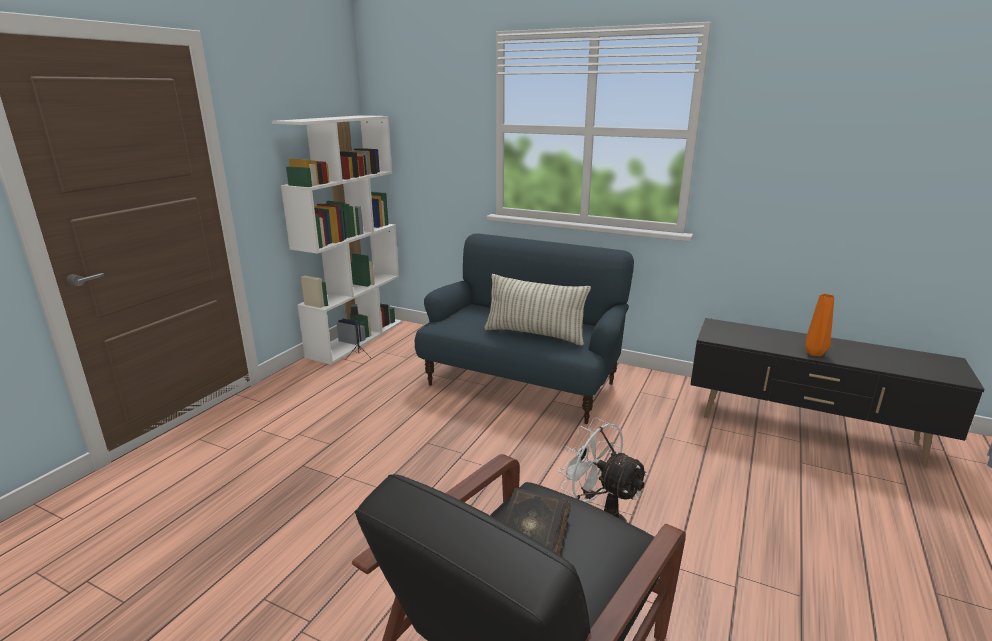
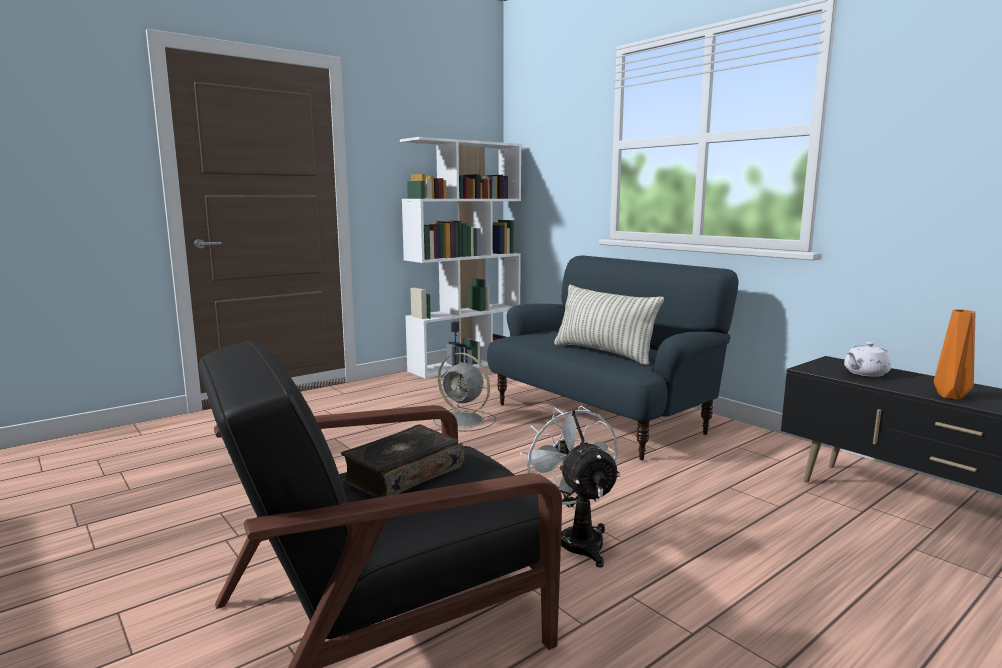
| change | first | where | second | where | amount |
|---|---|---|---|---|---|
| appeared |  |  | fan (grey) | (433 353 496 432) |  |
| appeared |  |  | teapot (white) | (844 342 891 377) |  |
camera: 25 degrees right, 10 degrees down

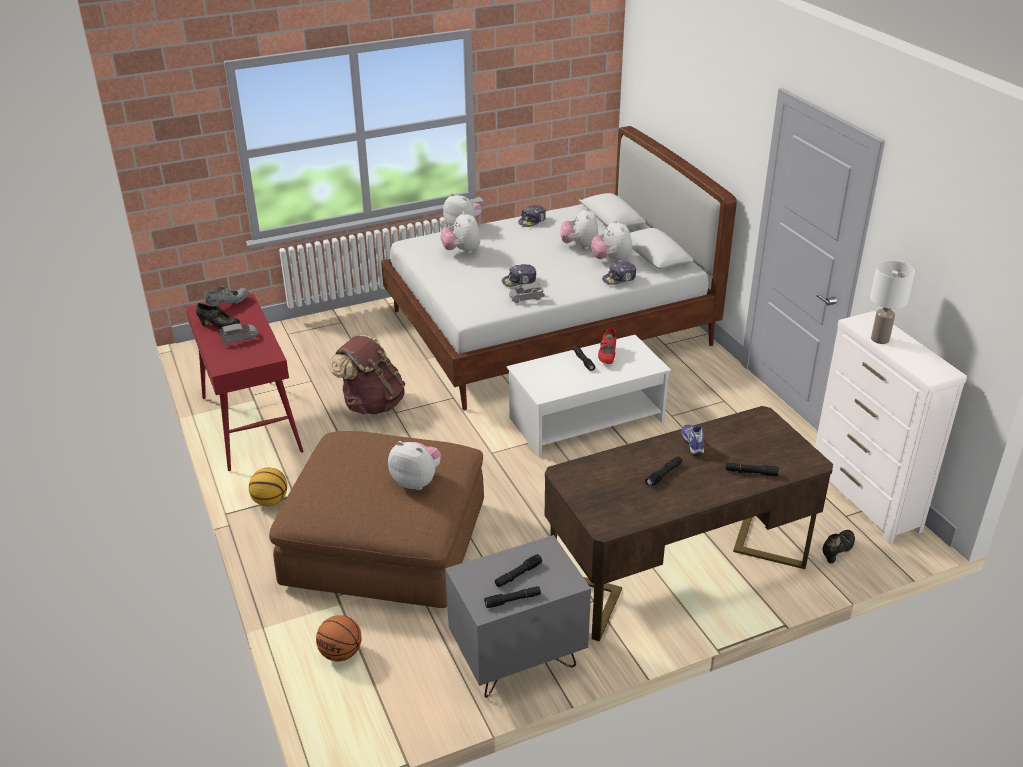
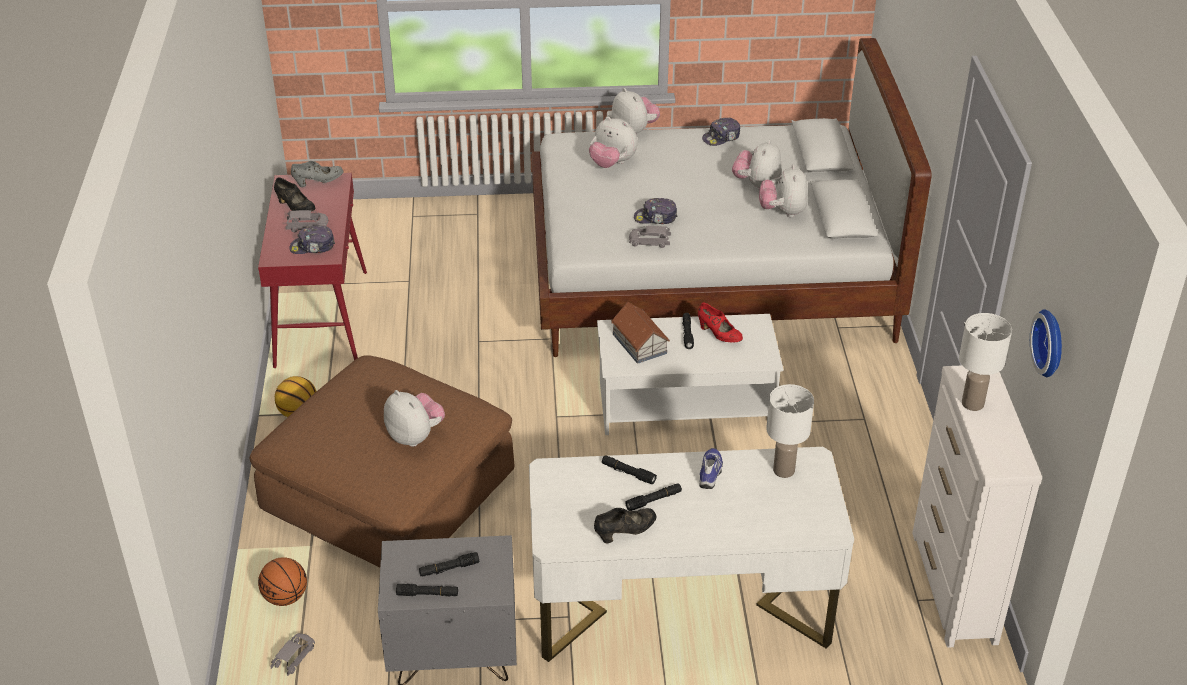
| change | first | where | second | where | amount |
|---|---|---|---|---|---|
| missing | backpack (brown) | (329 335 405 414) |  |  |  |
| spun | plush toy | (441 211 481 254) |  | (589 117 638 168) | 60 degrees counterclockwise |
| colour | desk (brown) | (545 406 833 641) | desk (white) | (529 447 854 662) |  |
| spun | shoe (red) | (598 328 616 364) |  | (698 303 743 342) | 75 degrees counterclockwise |
| relocated | cap | (602 262 636 285) |  | (289 226 335 254) |  |
| relocated | flashlight (black) | (726 463 779 476) |  | (602 456 657 484) |  |
| relocated | shoe (black) | (823 530 855 563) |  | (594 508 656 544) |  |
| appeared |  |  | toy car (grey) | (271 633 315 676) |  |
| appeared |  |  | toy house | (611 302 670 364) |  |
| appeared |  |  | table lamp (white) | (766 384 814 478) |  |
| appeared |  |  | wall clock | (1030 310 1062 377) |  |
camera: 20 degrees right, 5 degrees up

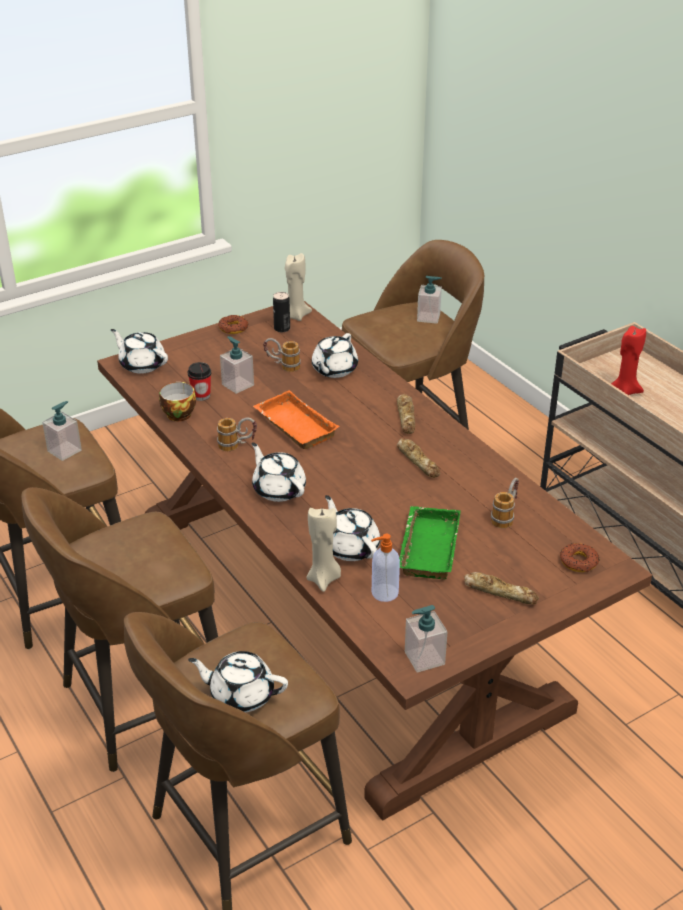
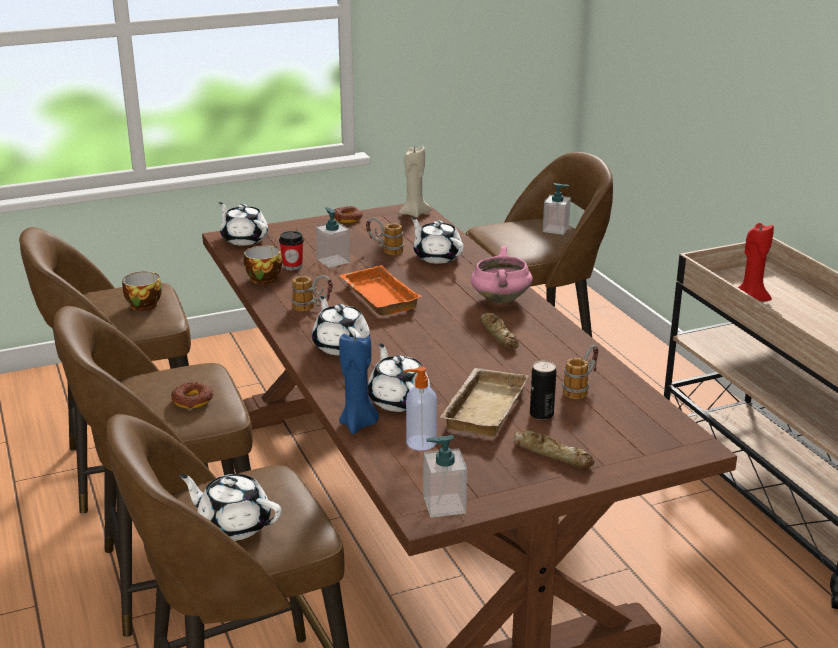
| change | first | where | second | where | amount |
|---|---|---|---|---|---|
| exchanged | soap dispenser | (42 401 82 461) | cup | (122 271 162 311) |  |
| relocated | can | (273 292 290 332) |  | (530 361 556 420) |  |
| colour | candle (beige) | (306 508 341 592) | candle (blue) | (339 334 379 434) |  |
| spun | teapot (white) | (312 333 358 378) |  | (411 217 464 264) | 105 degrees clockwise |
| exchanged | bread | (396 394 415 434) | cooking pot (pink) | (471 246 533 303) |  |
| colour | tray (green) | (399 506 461 579) | tray (beige) | (440 368 528 437) |  |
| relocated | donut | (560 543 599 572) |  | (171 382 213 409) |  |
camera: 10 degrees right, 10 degrees down

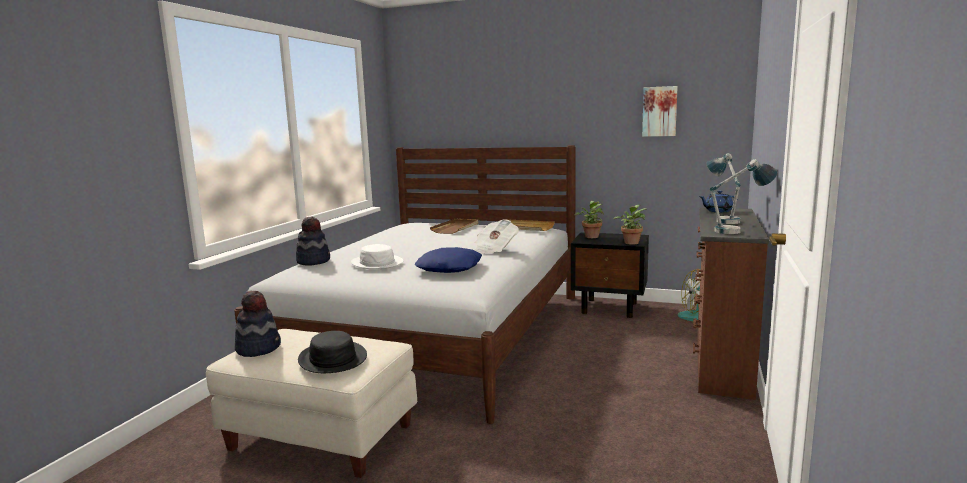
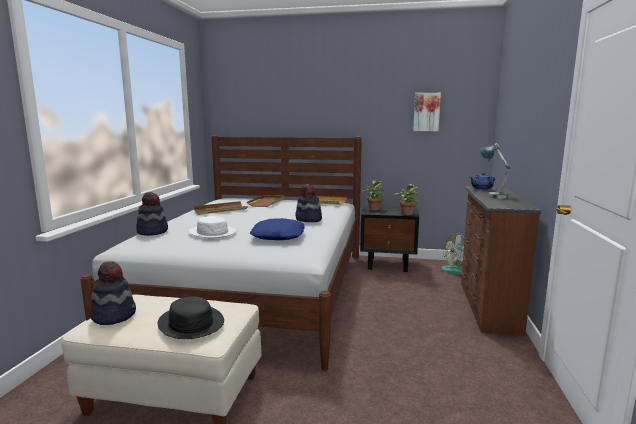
| change | first | where | second | where | amount |
|---|---|---|---|---|---|
| exchanged | newspaper | (475 219 519 254) | hat | (295 184 322 222) |  |
| missing | table lamp | (710 159 777 234) |  |  |  |
| appeared |  |  | tray (brown) | (193 201 248 215) |  |
camera: 10 degrees left, 0 degrees up

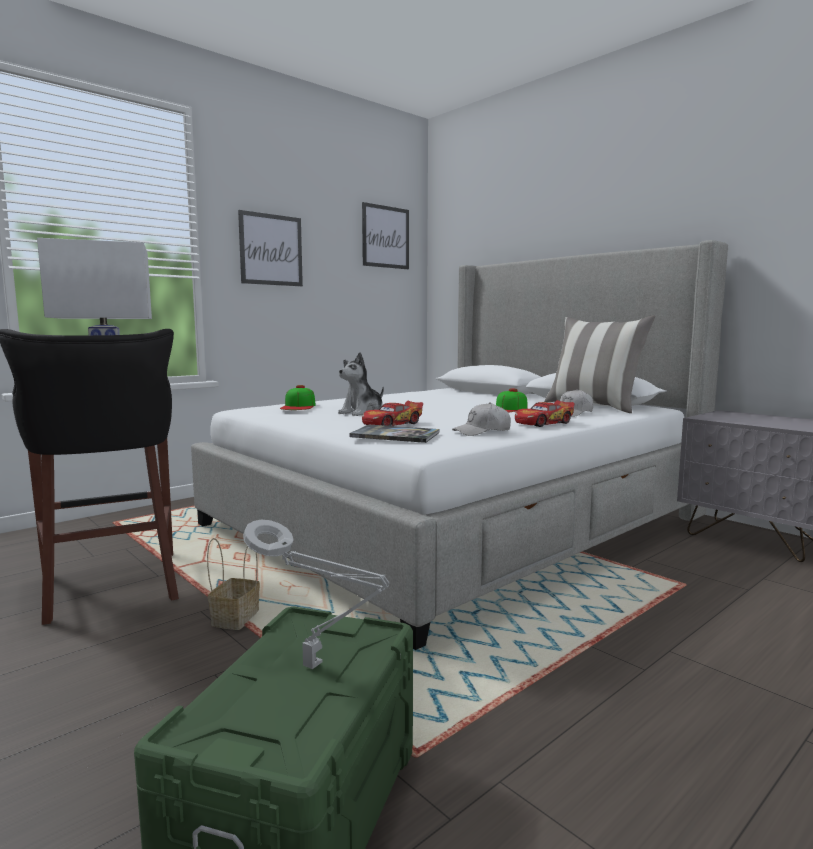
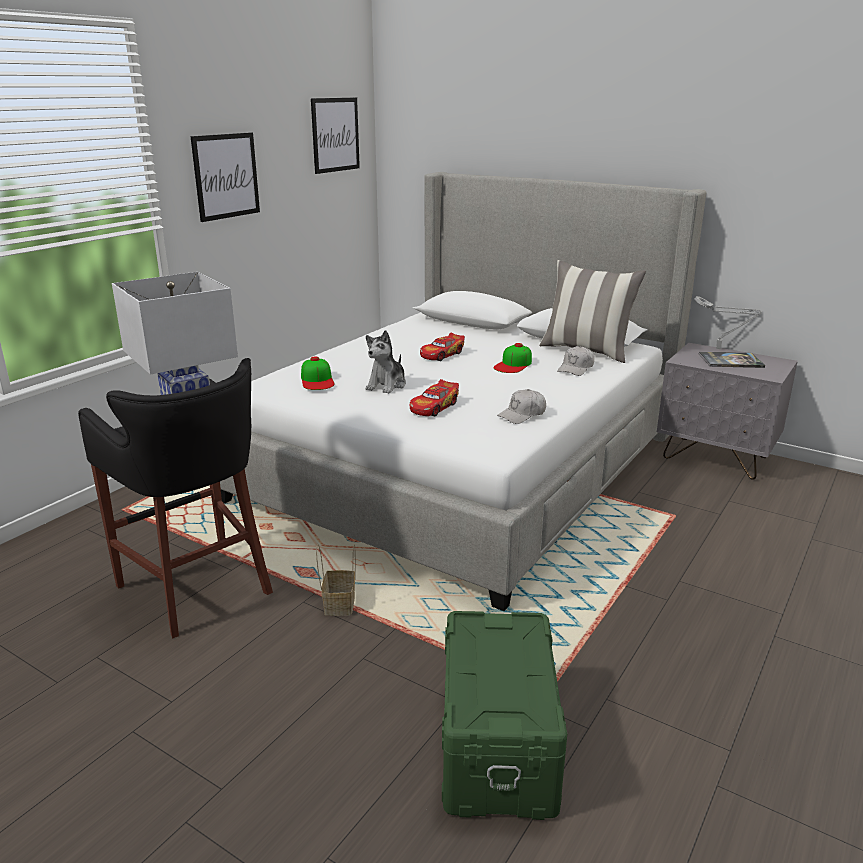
| change | first | where | second | where | amount |
|---|---|---|---|---|---|
| relocated | table lamp (grey) | (243 520 389 669) |  | (695 296 762 349) |  |
| relocated | book | (349 425 439 443) |  | (699 352 765 368) |  |
| relocated | toy car | (515 400 575 427) |  | (420 333 465 361) |  |
camera: 15 degrees left, 15 degrees up

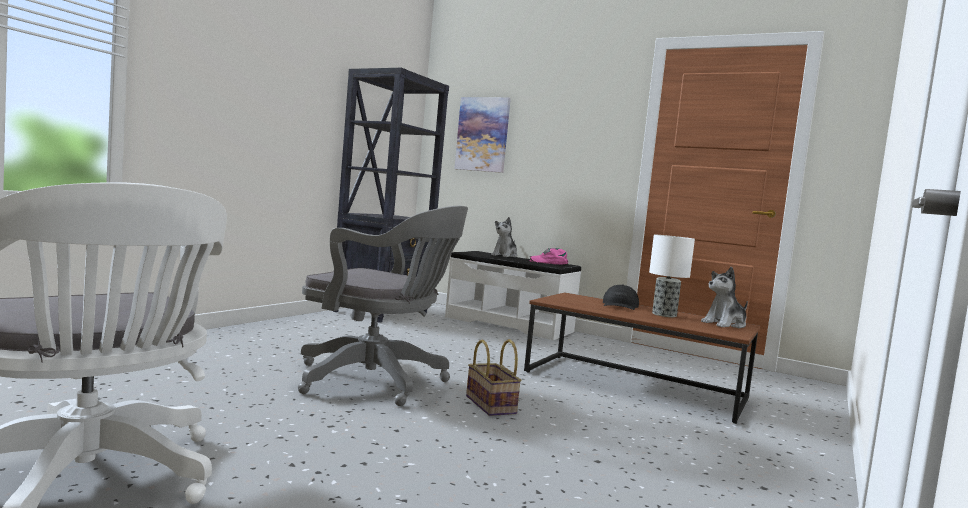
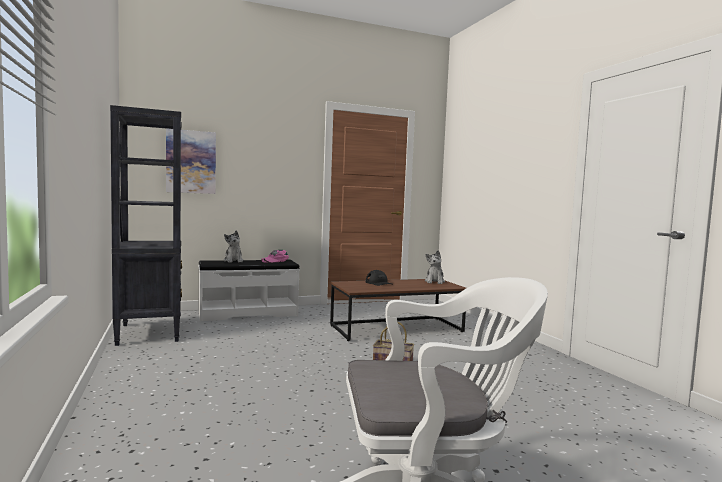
| change | first | where | second | where | amount |
|---|---|---|---|---|---|
| missing | office chair (grey) | (298 206 468 406) |  |  |  |
| missing | table lamp | (649 234 695 317) |  |  |  |
camera: 50 degrees left, 0 degrees up

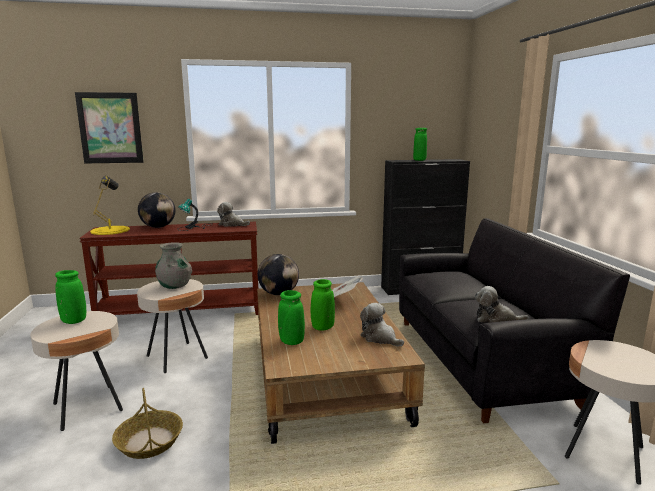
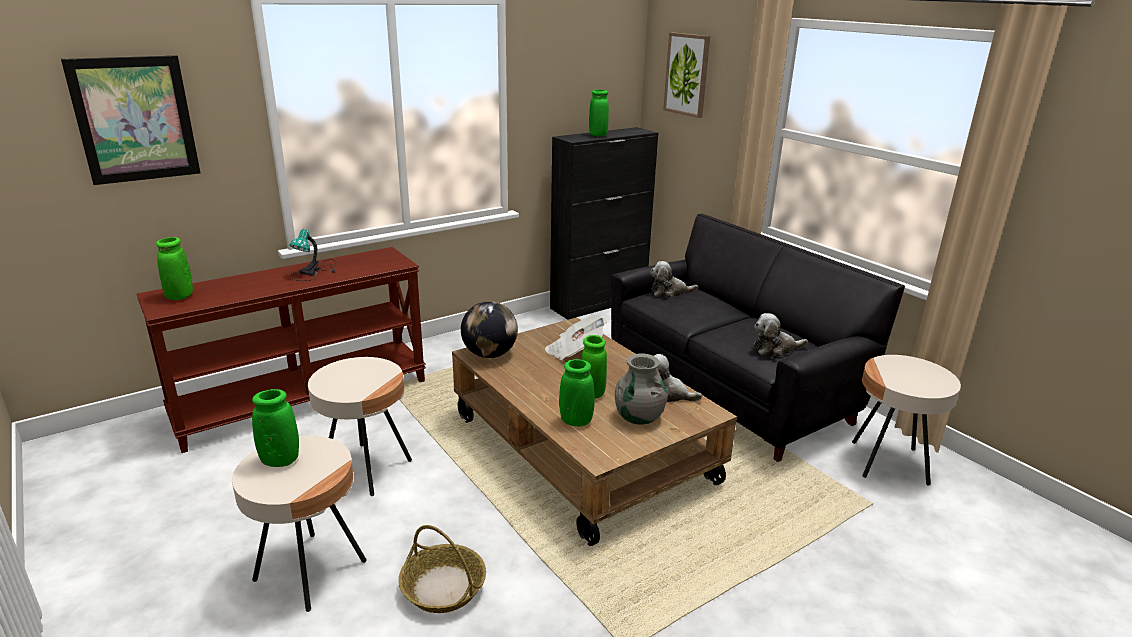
| change | first | where | second | where | amount |
|---|---|---|---|---|---|
| exchanged | table lamp (yellow) | (90 176 130 235) | vase (green) | (156 237 193 300) |  |
| missing | globe | (138 192 175 228) |  |  |  |
| relocated | vase (grey) | (155 242 192 289) |  | (615 353 668 425) |  |
| relocated | plush toy | (217 202 250 227) |  | (650 261 698 298) |  |
| appeared |  |  | picture | (663 32 710 118) |  |
camera: 25 degrees left, 10 degrees up

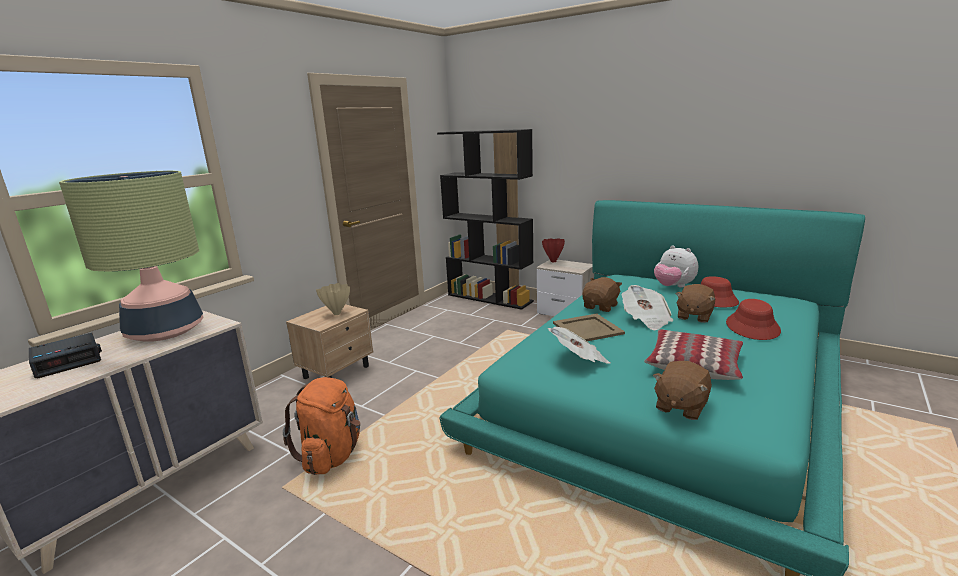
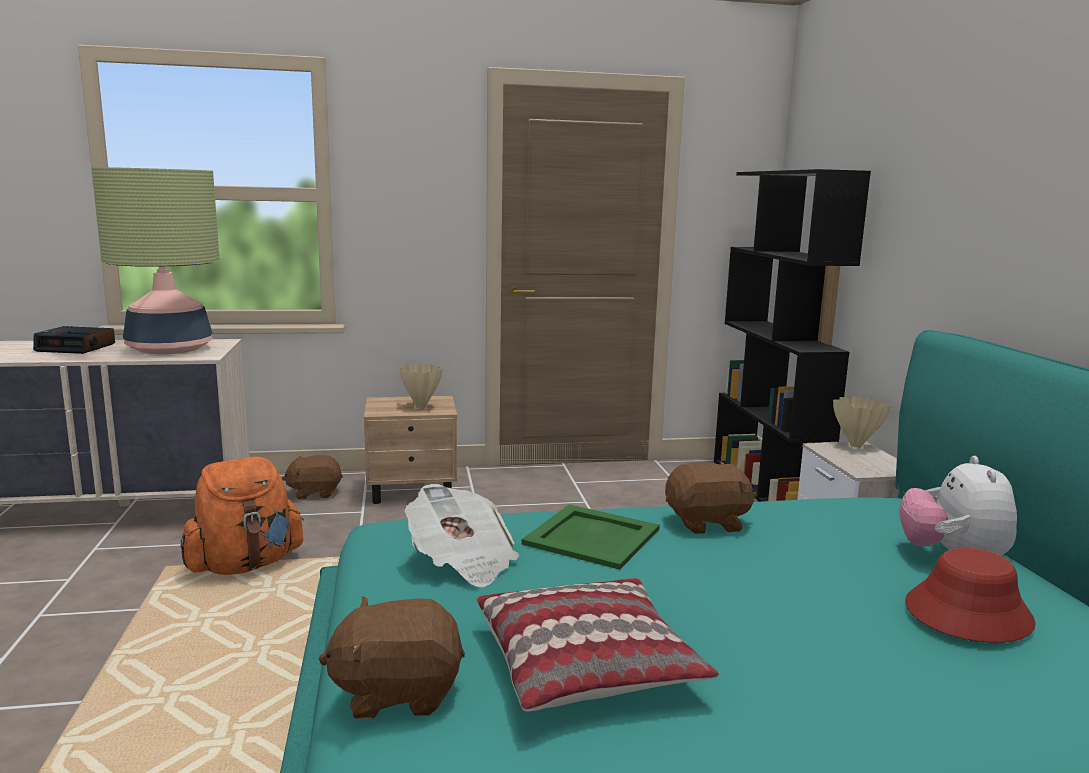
| change | first | where | second | where | amount |
|---|---|---|---|---|---|
| colour | vase (red) | (542 238 565 262) | vase (beige) | (833 396 891 448) |  |
| colour | tray (beige) | (553 314 625 341) | tray (green) | (522 504 660 570) |  |
| missing | newspaper | (622 285 673 330) |  |  |  |
| relocated | plush toy (brown) | (676 284 715 323) |  | (282 455 343 499) |  |
| missing | hat (red) | (726 299 781 340) |  |  |  |
camera: 45 degrees right, 5 degrees down

